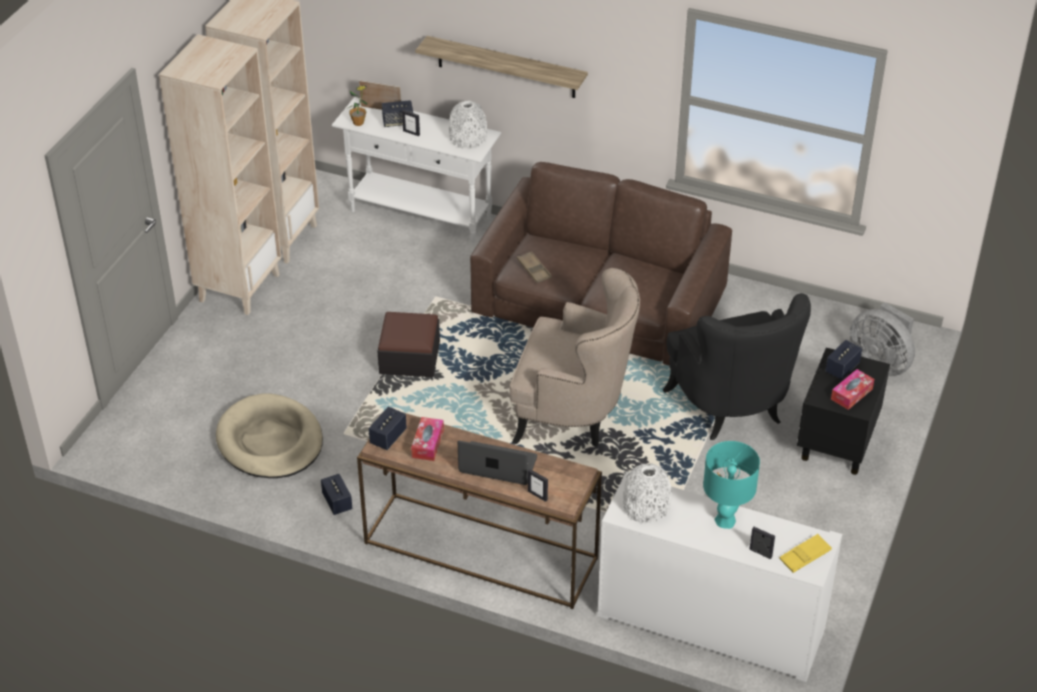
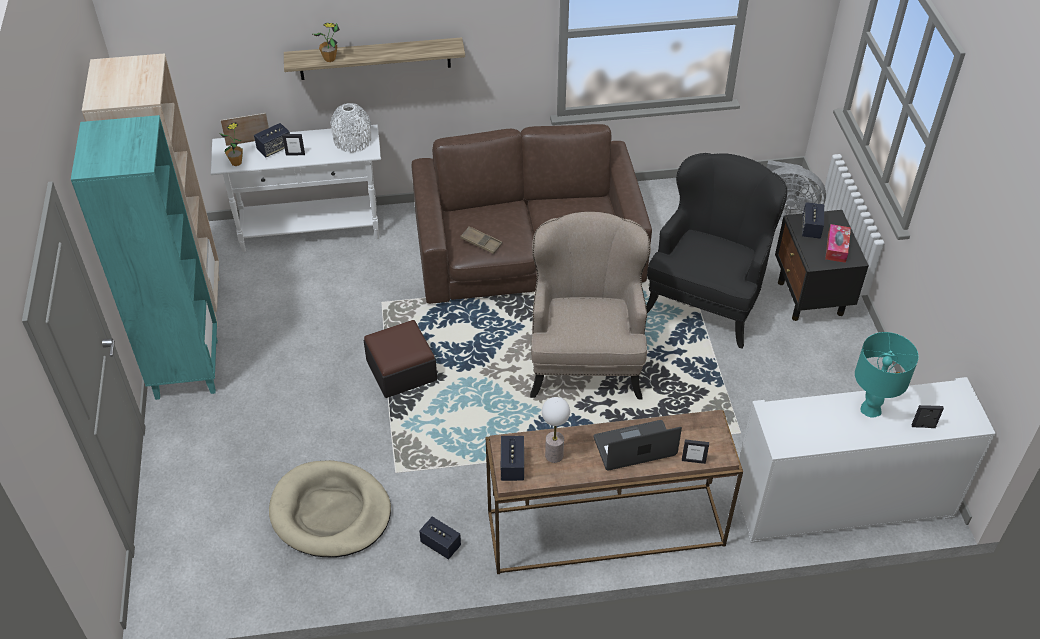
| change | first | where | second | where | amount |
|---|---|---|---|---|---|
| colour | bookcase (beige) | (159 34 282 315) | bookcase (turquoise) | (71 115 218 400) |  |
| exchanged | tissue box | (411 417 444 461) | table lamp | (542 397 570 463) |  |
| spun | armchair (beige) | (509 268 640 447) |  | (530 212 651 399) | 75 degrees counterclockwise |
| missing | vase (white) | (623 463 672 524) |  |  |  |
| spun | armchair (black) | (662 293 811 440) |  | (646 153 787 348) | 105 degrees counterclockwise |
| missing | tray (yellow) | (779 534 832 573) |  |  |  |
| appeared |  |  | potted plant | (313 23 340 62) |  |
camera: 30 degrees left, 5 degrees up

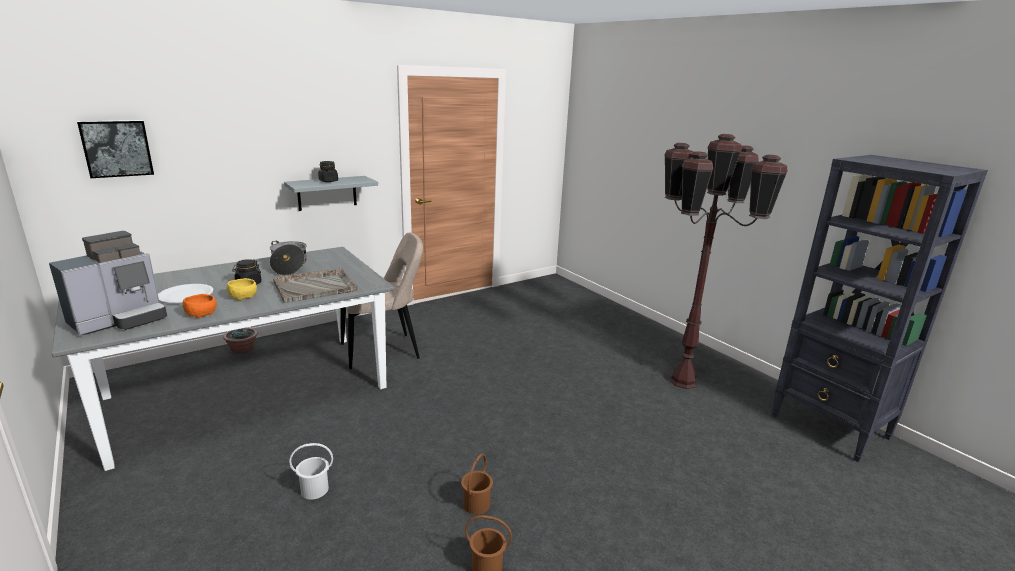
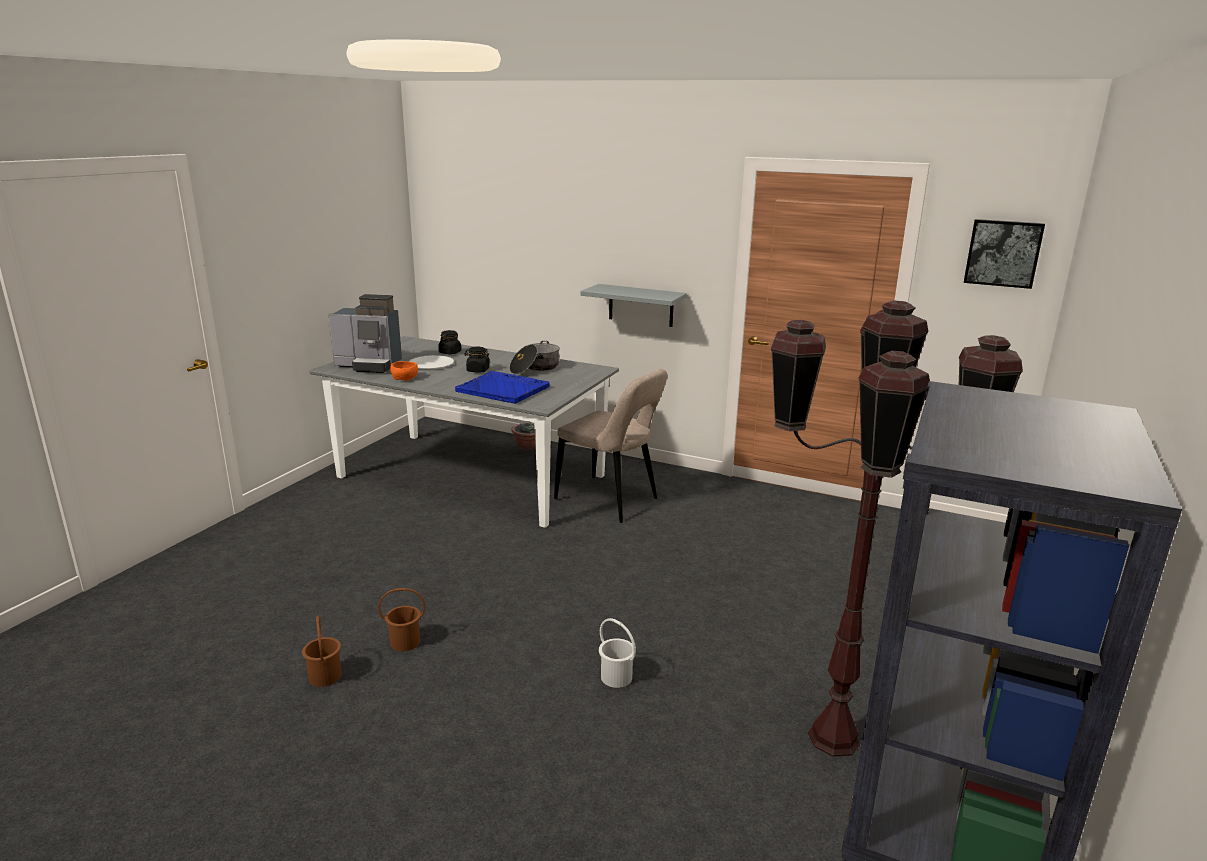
| change | first | where | second | where | amount |
|---|---|---|---|---|---|
| relocated | picture | (77 120 154 178) |  | (964 219 1045 289) |  |
| missing | bowl (yellow) | (227 278 257 300) |  |  |  |
| colour | tray (grey) | (273 268 357 303) | tray (blue) | (455 371 550 404) |  |
| relocated | bucket (white) | (289 443 333 500) |  | (599 618 636 688) |  |
| relocated | jar (black) | (318 161 338 182) |  | (438 330 461 354) |  |
camera: 60 degrees right, 0 degrees up

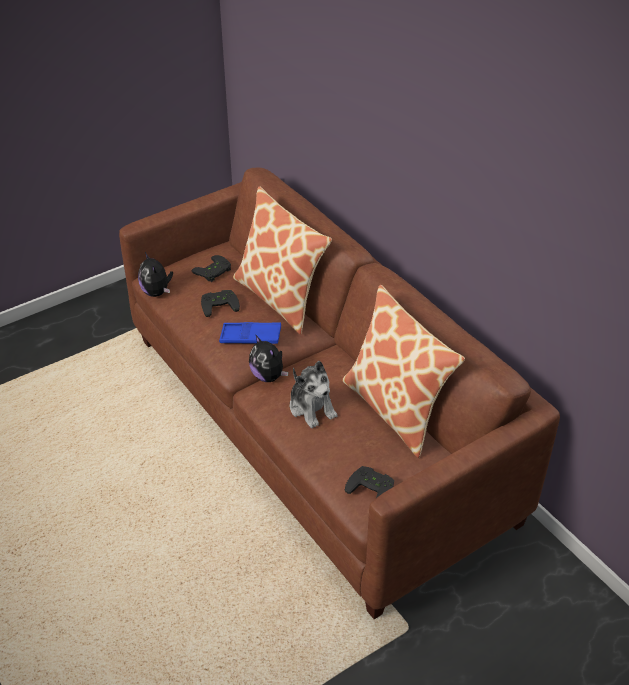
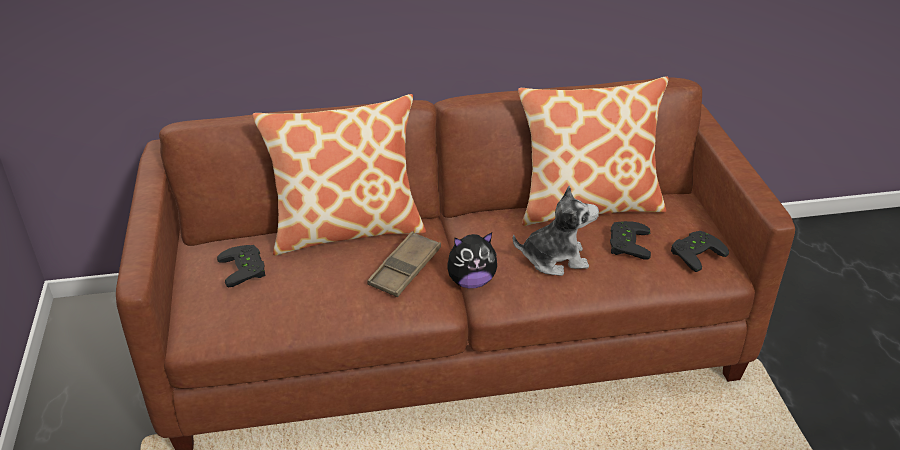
| change | first | where | second | where | amount |
|---|---|---|---|---|---|
| missing | plush toy | (138 252 173 297) |  |  |  |
| relocated | game controller (black) | (201 290 240 317) |  | (610 221 651 259) |  |
| colour | tray (blue) | (219 322 281 344) | tray (brown) | (367 231 441 297) |  |
camera: 65 degrees left, 5 degrees down

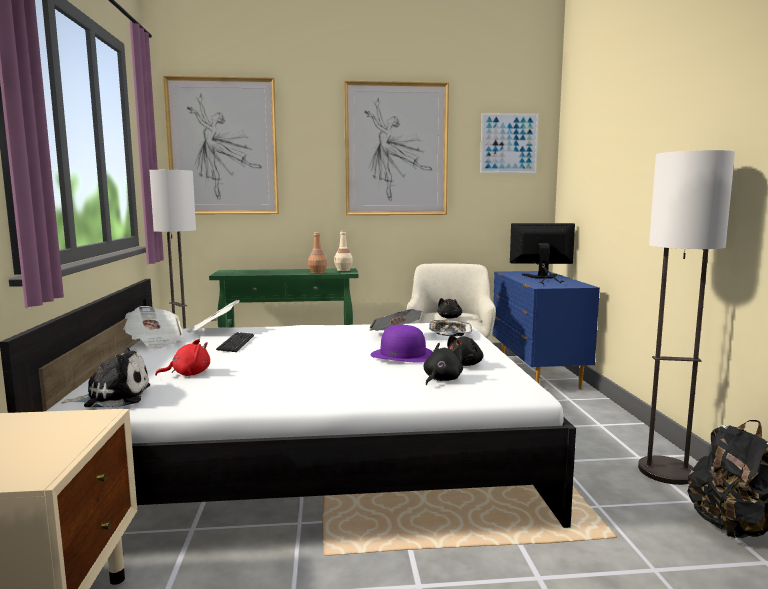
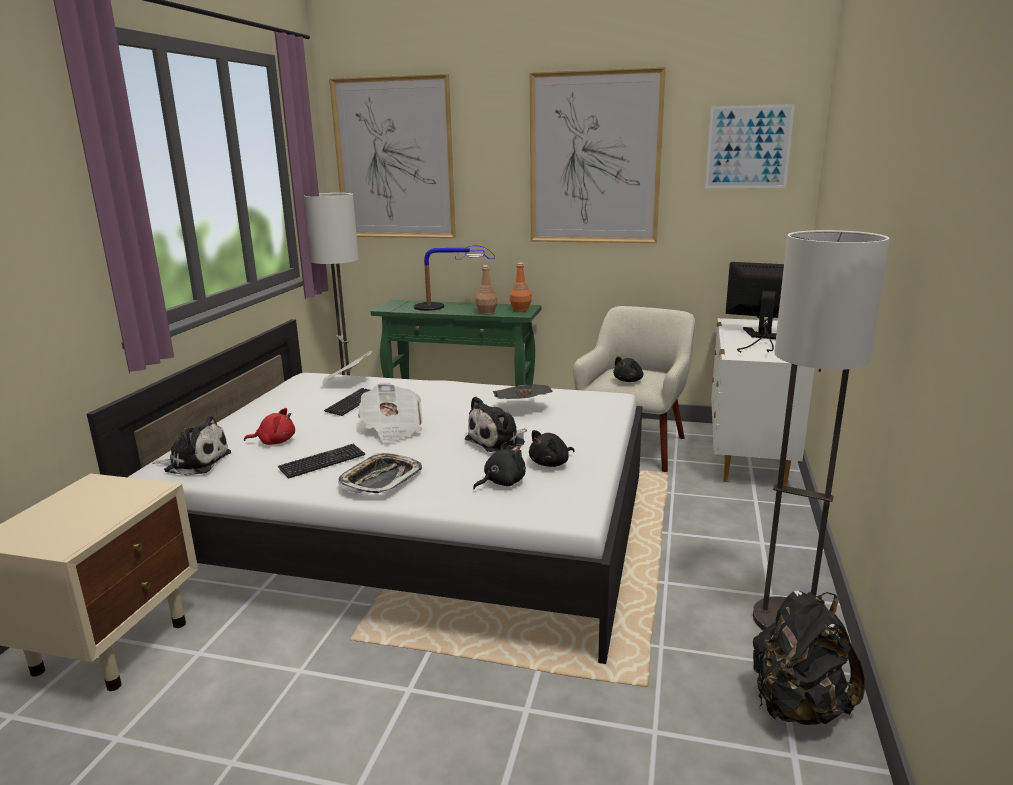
| change | first | where | second | where | amount |
|---|---|---|---|---|---|
| relocated | newspaper | (123 306 183 349) |  | (358 383 423 444) |  |
| colour | bottle (beige) | (334 231 353 271) | bottle (orange) | (510 263 532 311) |  |
| exchanged | hat (purple) | (370 325 433 363) | plush toy | (465 396 527 452) |  |
| relocated | tray | (429 320 473 336) |  | (338 453 422 494) |  |
| colour | dresser (blue) | (492 271 600 389) | dresser (white) | (711 318 814 486) |  |
| appeared |  |  | keyboard | (278 444 365 478) |  |
| appeared |  |  | table lamp | (414 245 495 311) |  |
camera: 20 degrees right, 10 degrees up

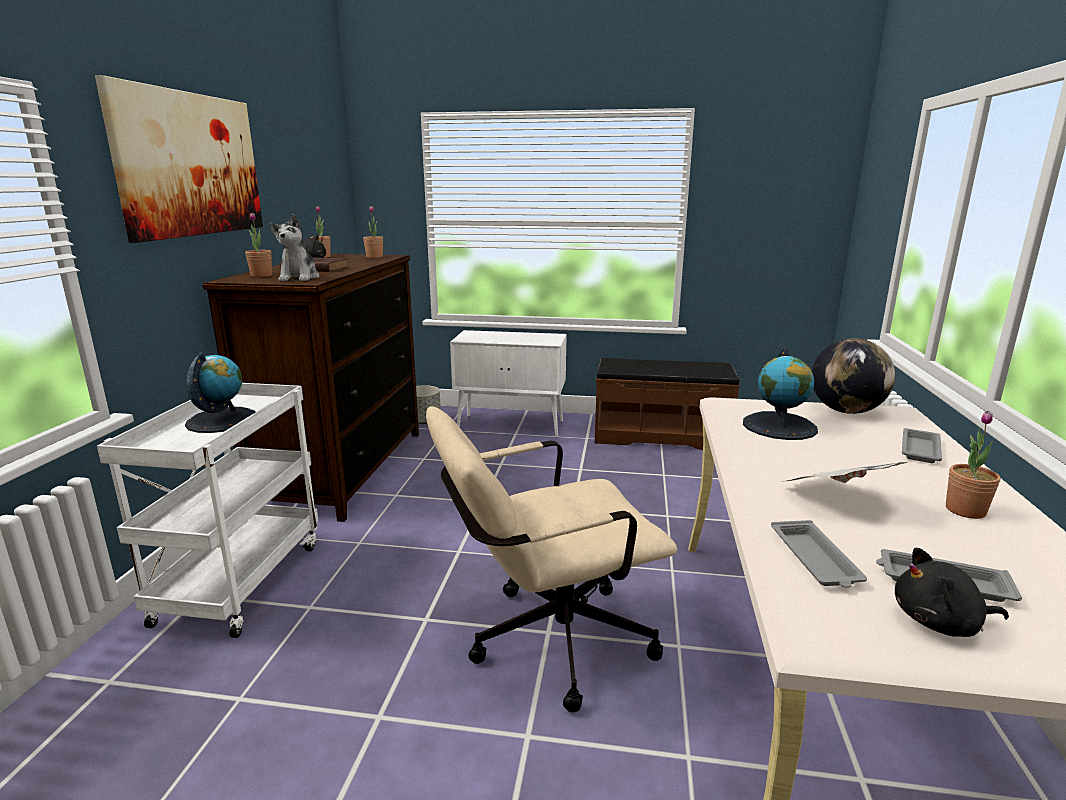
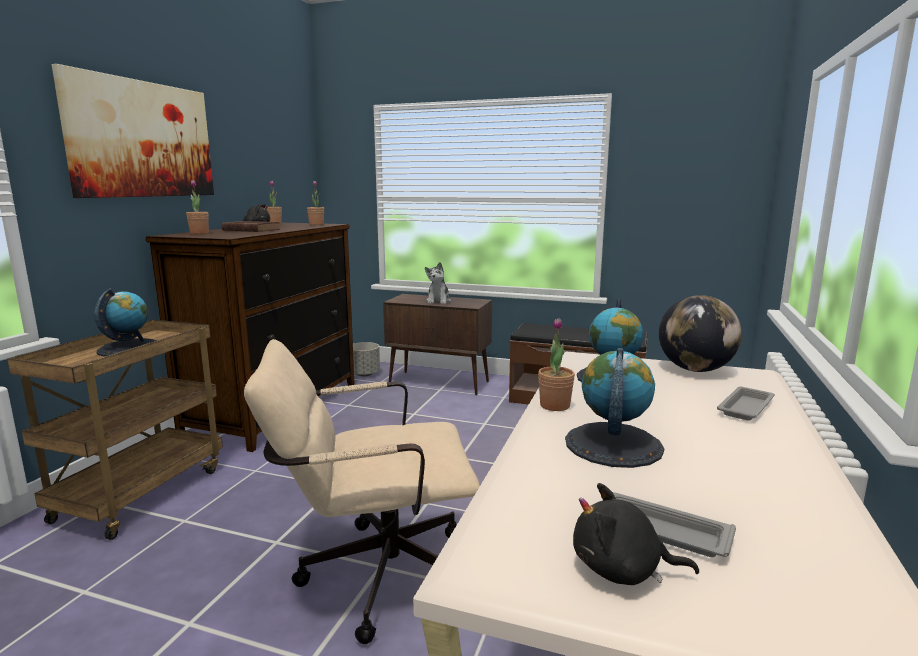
| change | first | where | second | where | amount |
|---|---|---|---|---|---|
| colour | cart (white) | (97 383 319 638) | cart (brown) | (7 320 223 540) |  |
| relocated | plush toy | (270 214 320 281) |  | (425 262 451 304) |  |
| colour | cabinet (white) | (450 330 567 438) | cabinet (brown) | (383 294 492 395) |  |
| missing | tray (grey) | (771 520 867 588) |  |  |  |
| exchanged | newspaper | (781 462 907 483) | globe | (565 348 664 468) |  |
| relocated | potted plant | (946 411 1000 519) |  | (538 318 575 411) |  |
camera: 10 degrees right, 5 degrees down

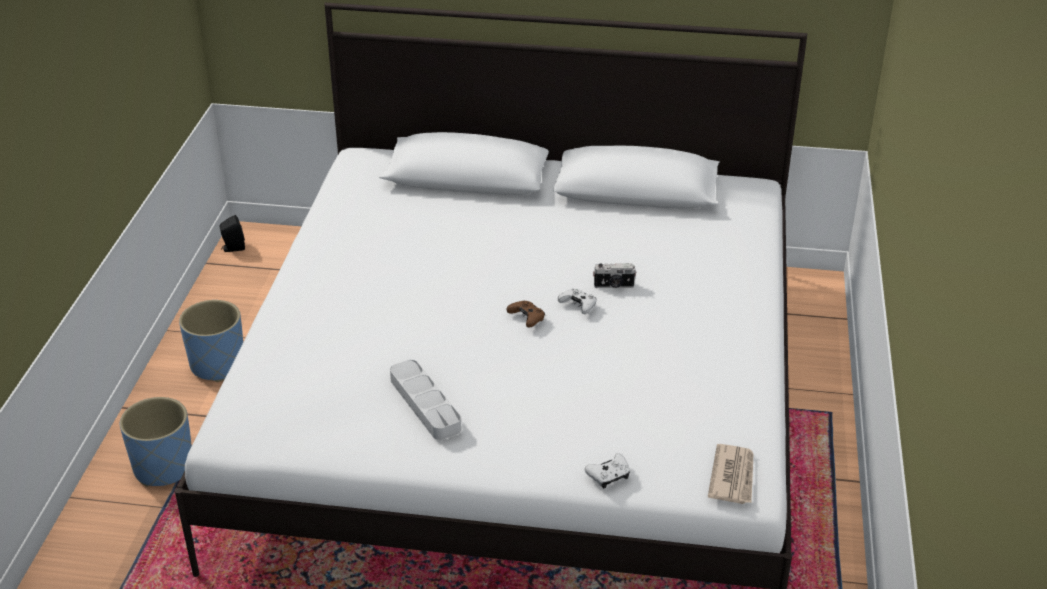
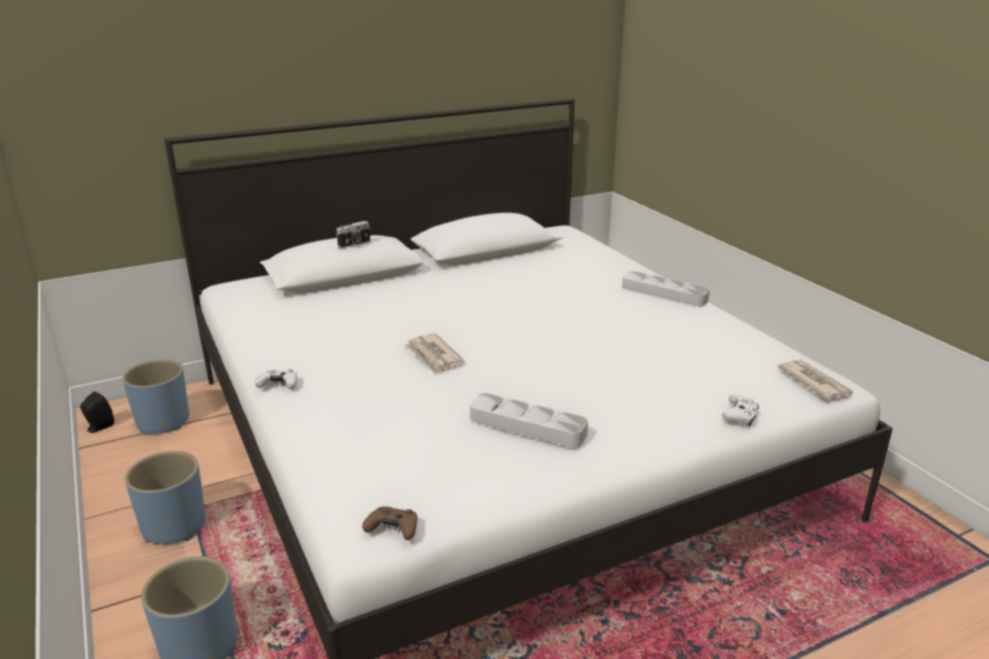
| change | first | where | second | where | amount |
|---|---|---|---|---|---|
| relocated | game controller (brown) | (507 301 545 327) |  | (362 506 417 540) |  |
| relocated | game controller (white) | (558 289 597 314) |  | (255 369 297 389) |  |
| relocated | photo camera | (593 263 637 288) |  | (336 221 370 248) |  |
| appeared |  |  | planter (blue) | (122 359 189 434) |  |
| appeared |  |  | newspaper | (405 333 464 375) |  |
| appeared |  |  | tray (grey) | (622 271 710 307) |  |
camera: 35 degrees left, 10 degrees down

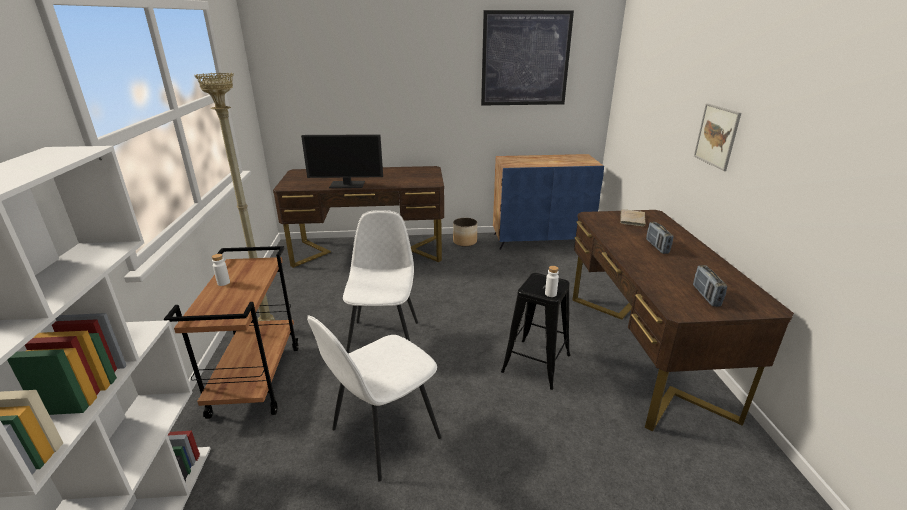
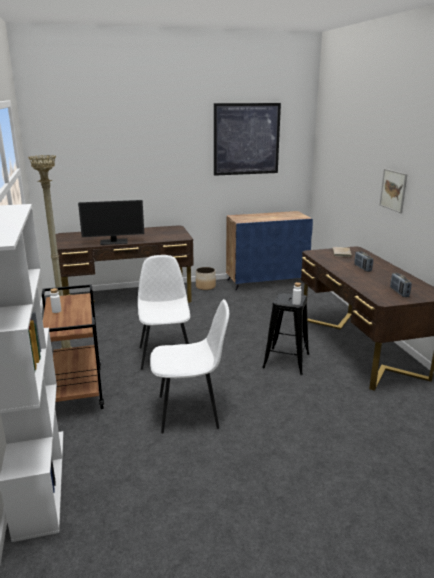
| change | first | where | second | where | amount |
|---|---|---|---|---|---|
| spun | chair (white) | (307 316 441 482) |  | (150 299 229 433) | 135 degrees counterclockwise |
camera: 10 degrees left, 5 degrees down

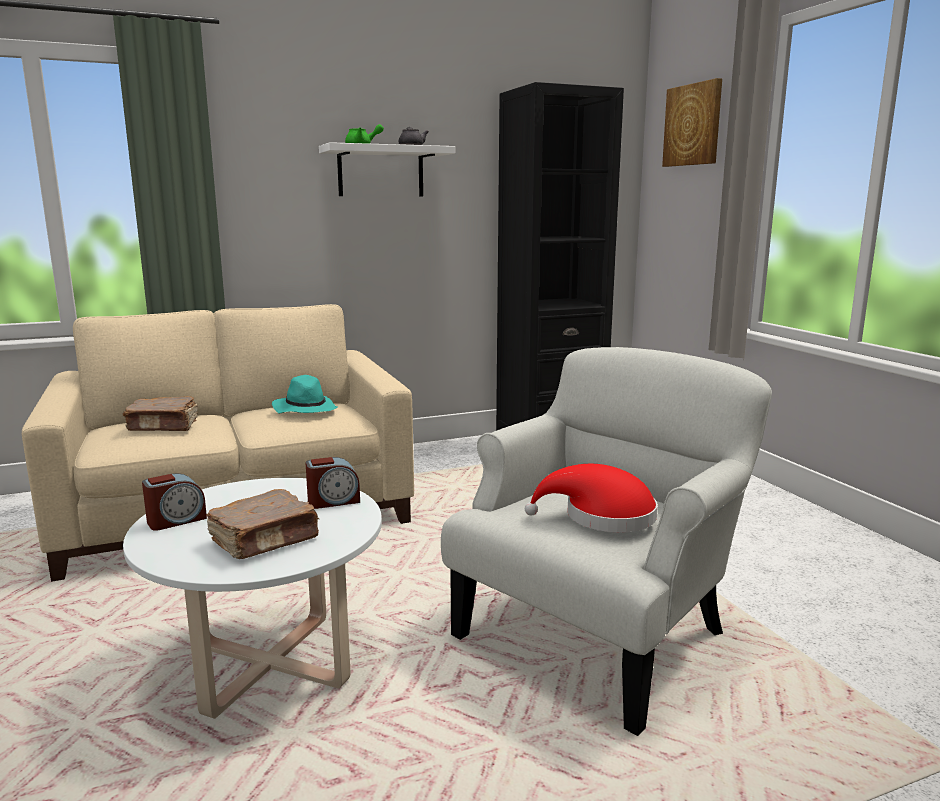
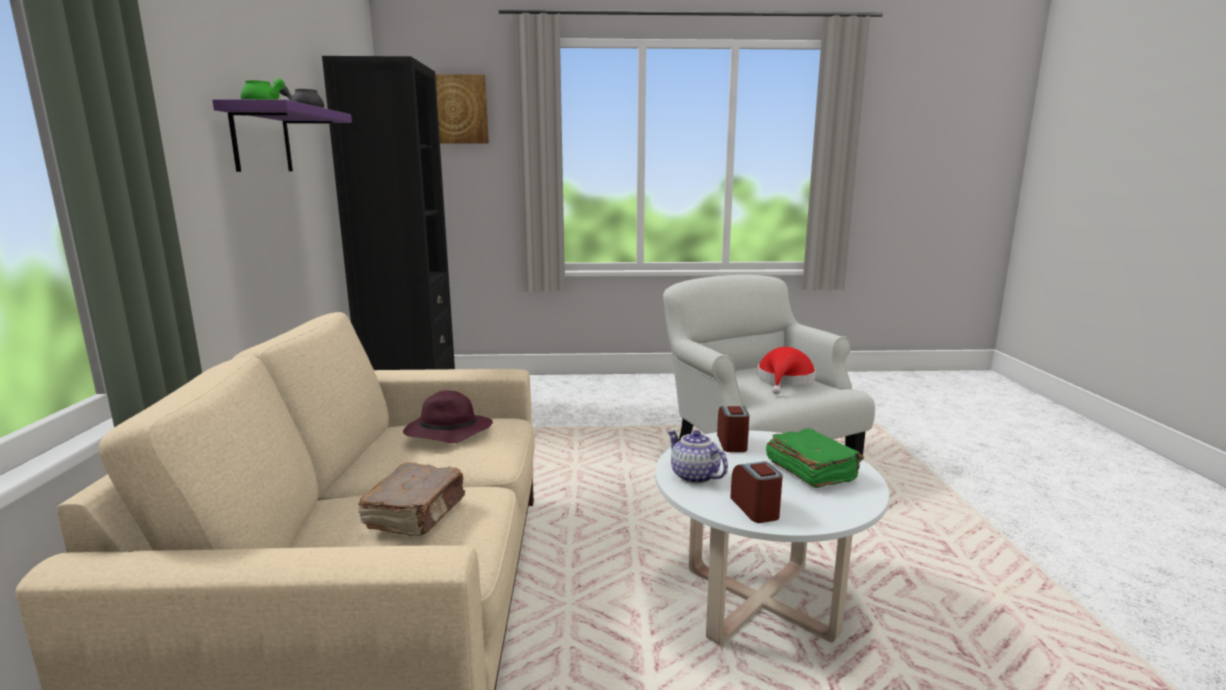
| change | first | where | second | where | amount |
|---|---|---|---|---|---|
| colour | book (brown) | (206 489 319 559) | book (green) | (766 428 864 488) |  |
| colour | hat (turquoise) | (272 375 338 413) | hat (purple) | (403 390 493 444) |  |
| colour | shelf (white) | (319 142 455 196) | shelf (purple) | (212 99 352 172) |  |
| appeared |  |  | teapot | (667 430 728 484) |  |
camera: 70 degrees left, 0 degrees up

